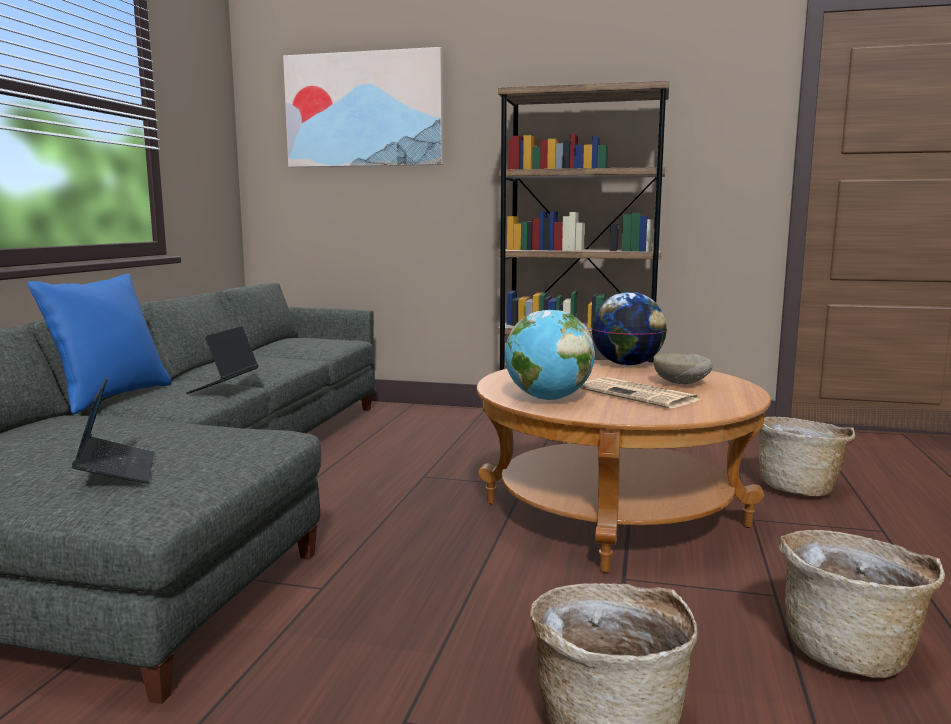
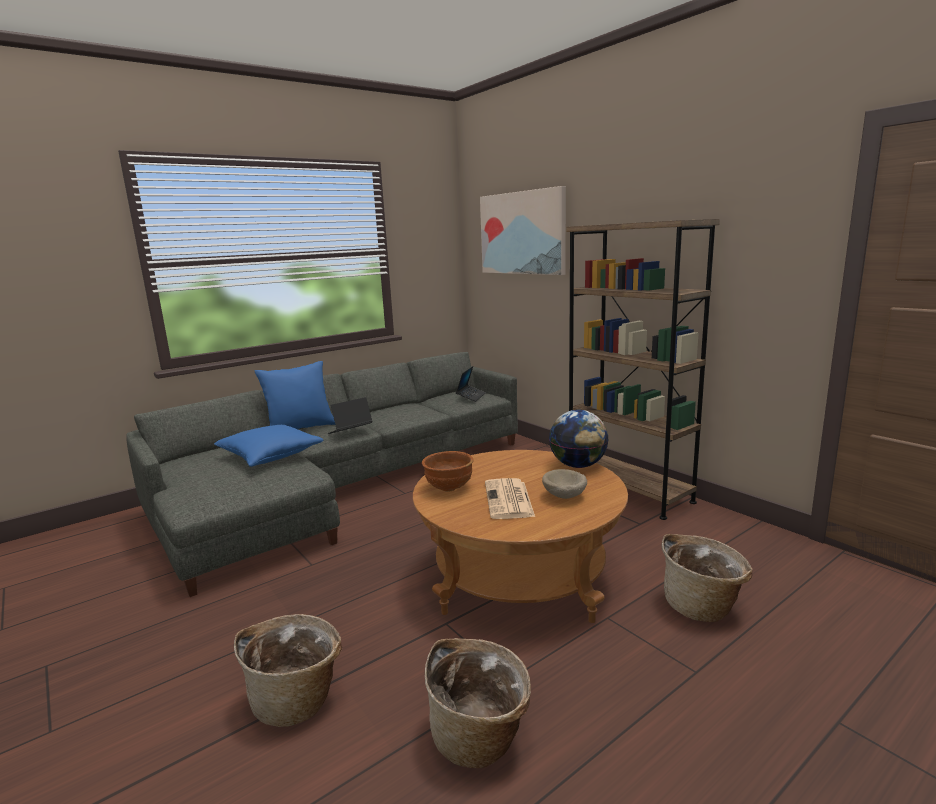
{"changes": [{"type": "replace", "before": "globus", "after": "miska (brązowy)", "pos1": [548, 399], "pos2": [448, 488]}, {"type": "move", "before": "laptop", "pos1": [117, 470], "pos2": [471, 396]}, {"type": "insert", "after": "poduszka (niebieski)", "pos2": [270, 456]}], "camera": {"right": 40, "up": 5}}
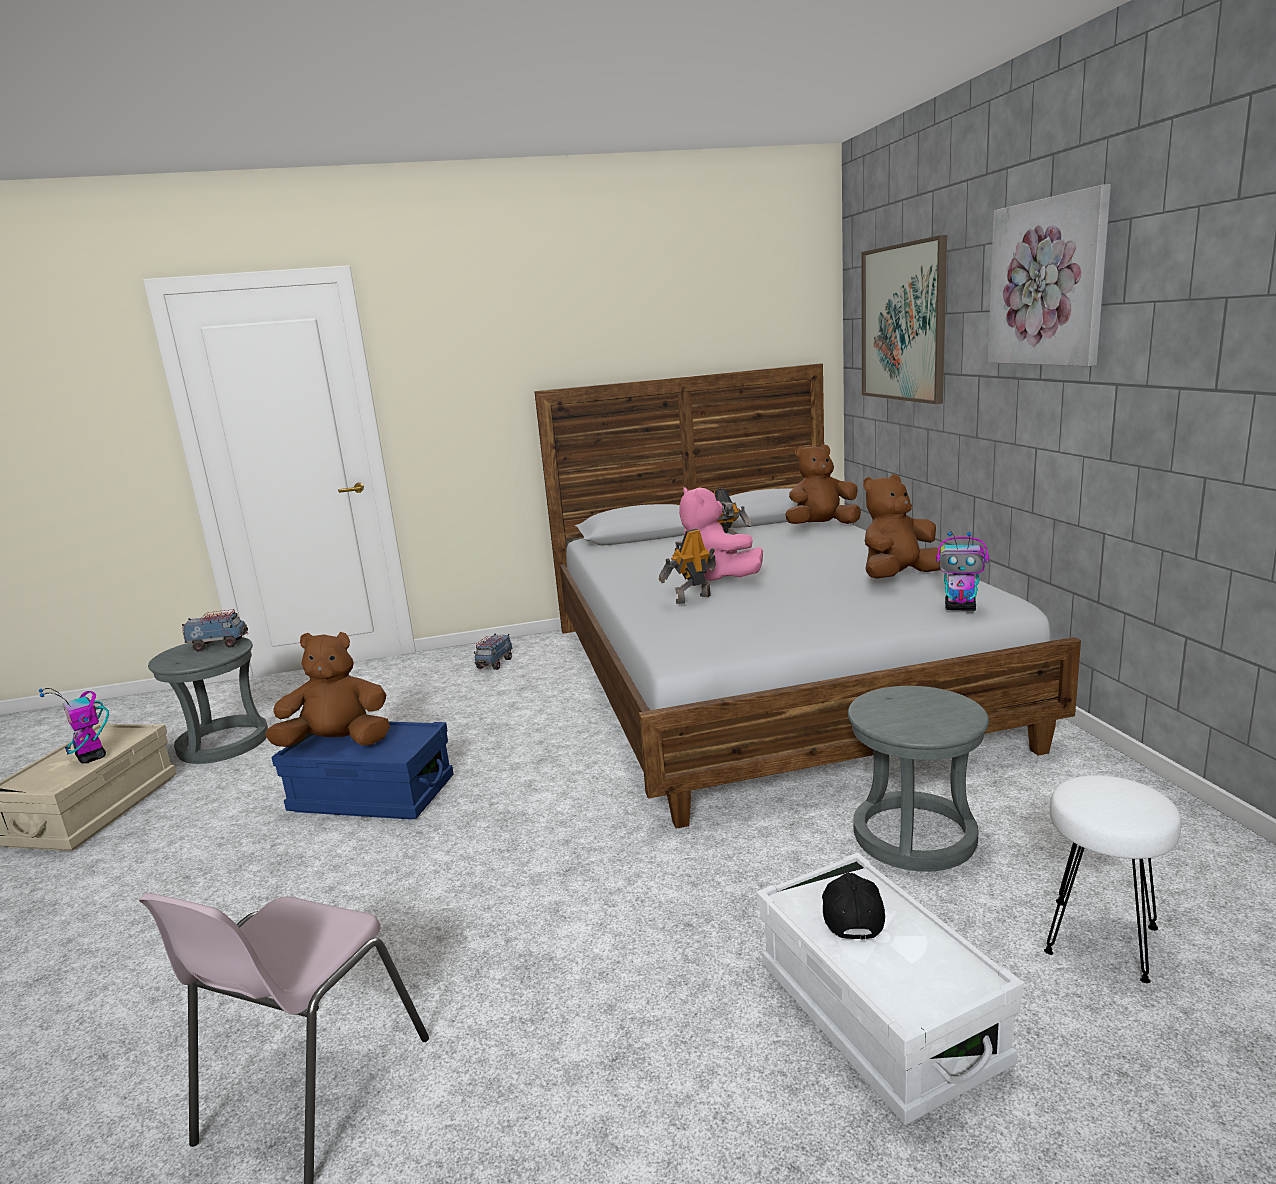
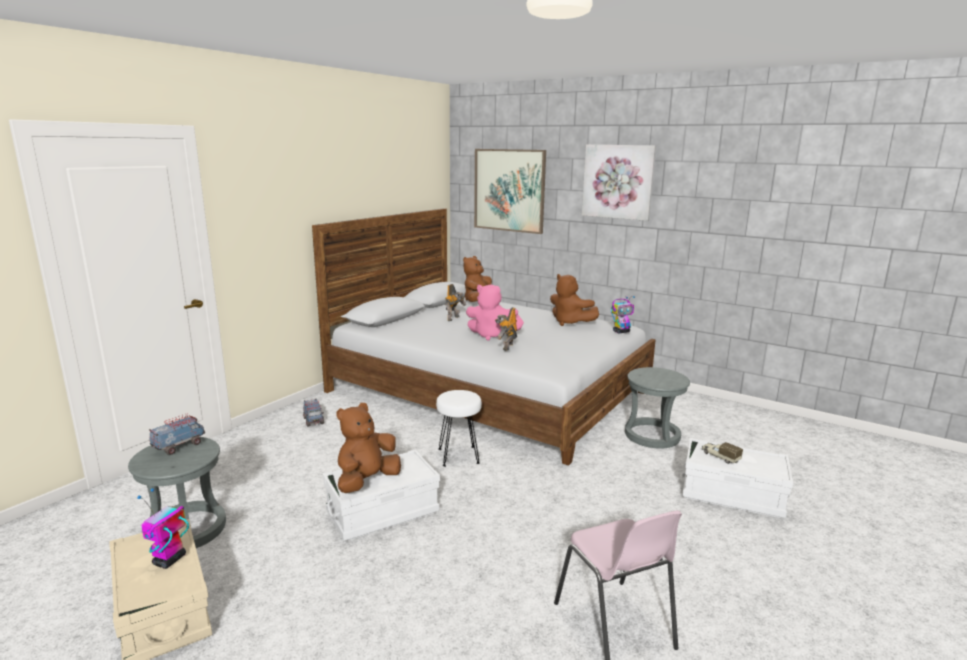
{"changes": [{"type": "rotate", "before": "pluszak (brązowy)", "pos1": [898, 577], "pos2": [570, 322], "turn": -60}, {"type": "rotate", "before": "robot zabawkowy", "pos1": [92, 757], "pos2": [169, 560], "turn": 105}, {"type": "recolor", "before": "pojemnik do przechowywania (niebieski)", "after": "pojemnik do przechowywania (biały)", "pos1": [372, 795], "pos2": [382, 512]}, {"type": "move", "before": "stołek (biały)", "pos1": [1101, 938], "pos2": [458, 456]}, {"type": "replace", "before": "czapka z daszkiem (czarny)", "after": "ciężarówka zabawkowa", "pos1": [850, 914], "pos2": [720, 457]}], "camera": {"right": -45, "up": 0}}
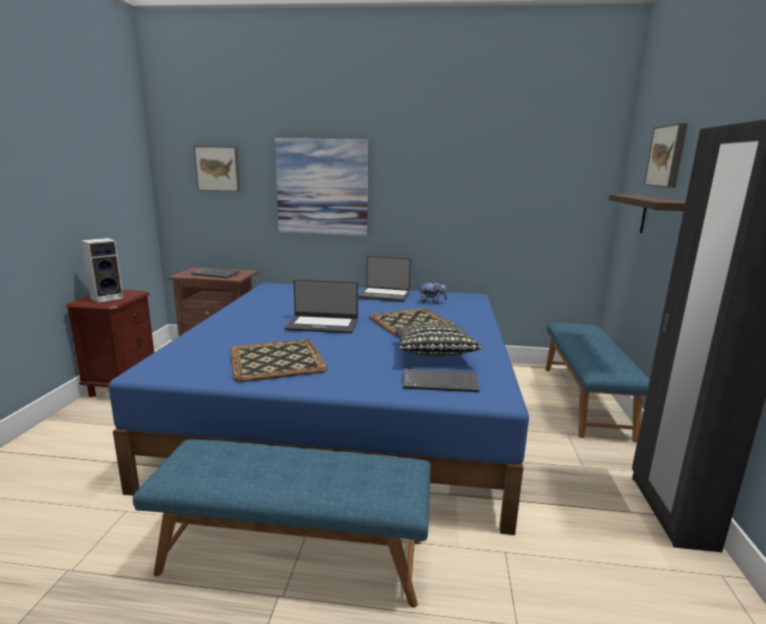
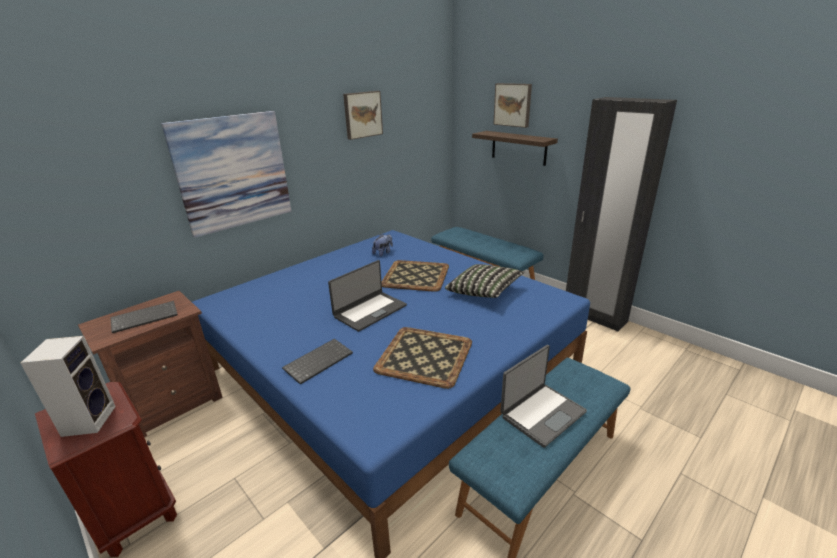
{"changes": [{"type": "move", "before": "obraz", "pos1": [218, 168], "pos2": [362, 114]}, {"type": "move", "before": "laptop", "pos1": [384, 295], "pos2": [541, 414]}, {"type": "move", "before": "klawiatura", "pos1": [440, 382], "pos2": [318, 361]}], "camera": {"right": -50, "up": 10}}
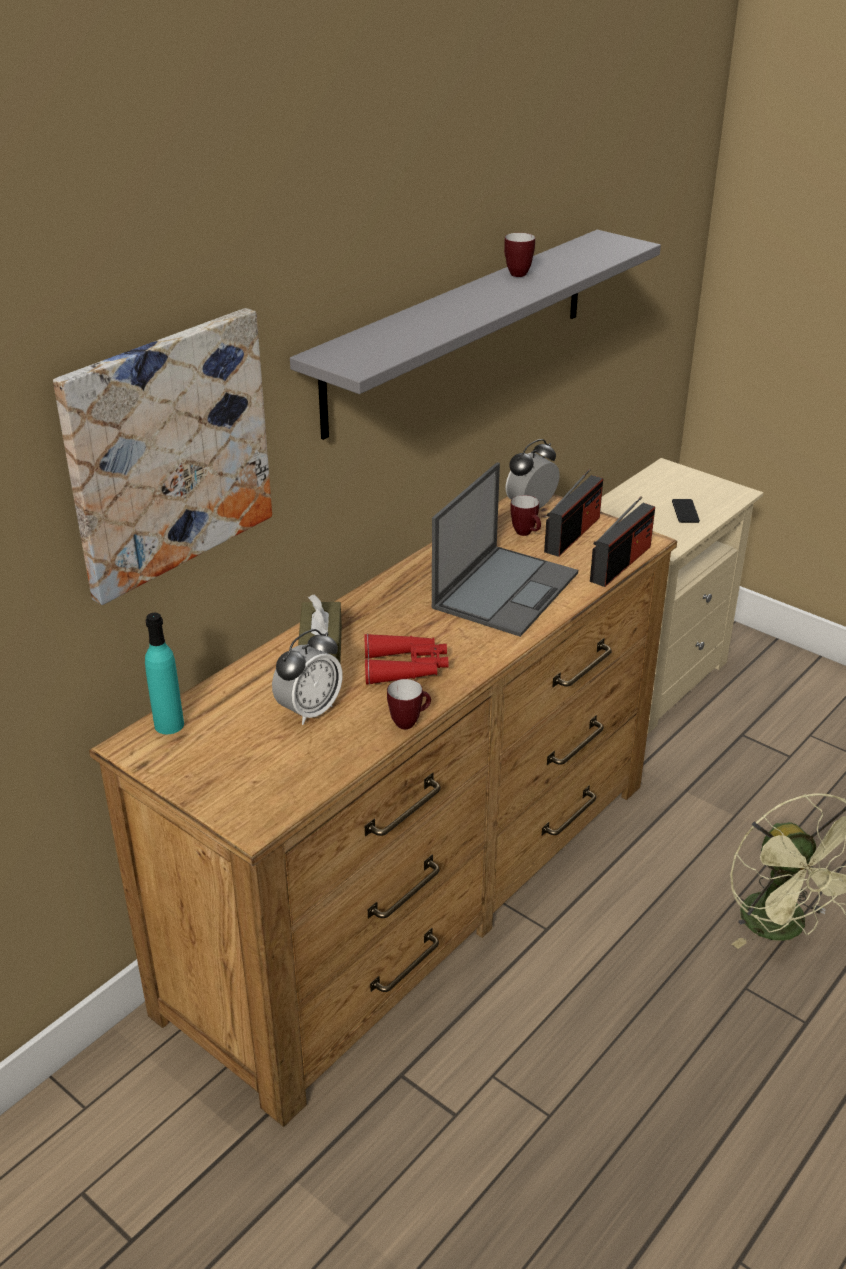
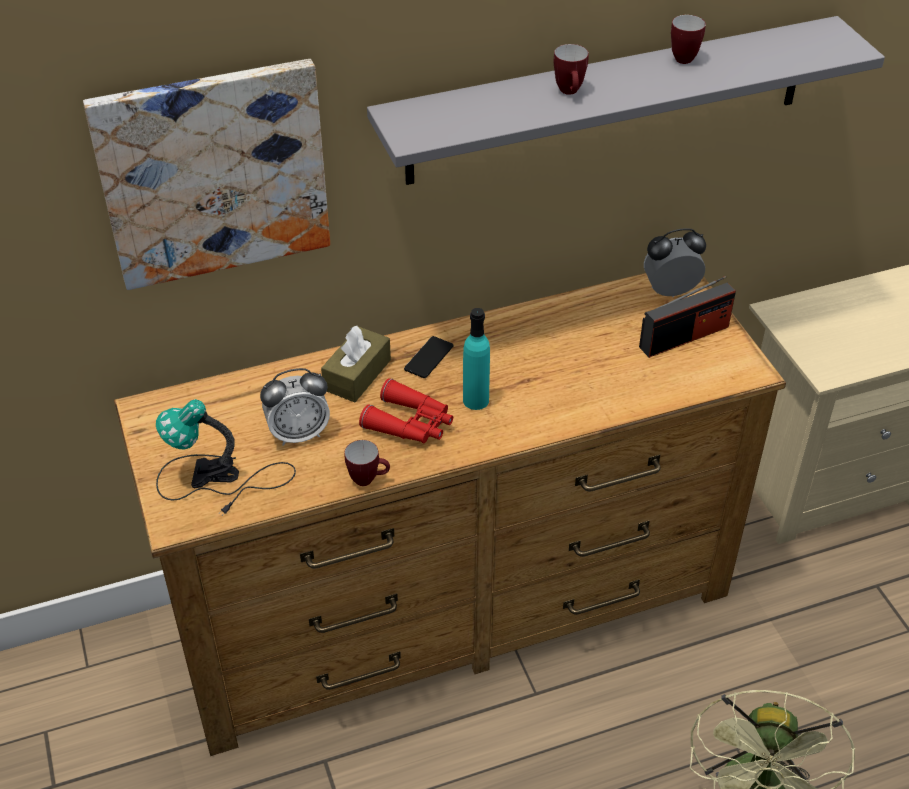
{"changes": [{"type": "delete", "before": "laptop", "pos1": [506, 589]}, {"type": "move", "before": "kubek", "pos1": [526, 534], "pos2": [570, 93]}, {"type": "delete", "before": "radio", "pos1": [621, 563]}, {"type": "move", "before": "telefon", "pos1": [685, 511], "pos2": [428, 358]}, {"type": "move", "before": "butelka (turkusowy)", "pos1": [169, 725], "pos2": [475, 400]}, {"type": "insert", "after": "lampa stołowa", "pos2": [220, 480]}], "camera": {"right": 30, "up": 10}}
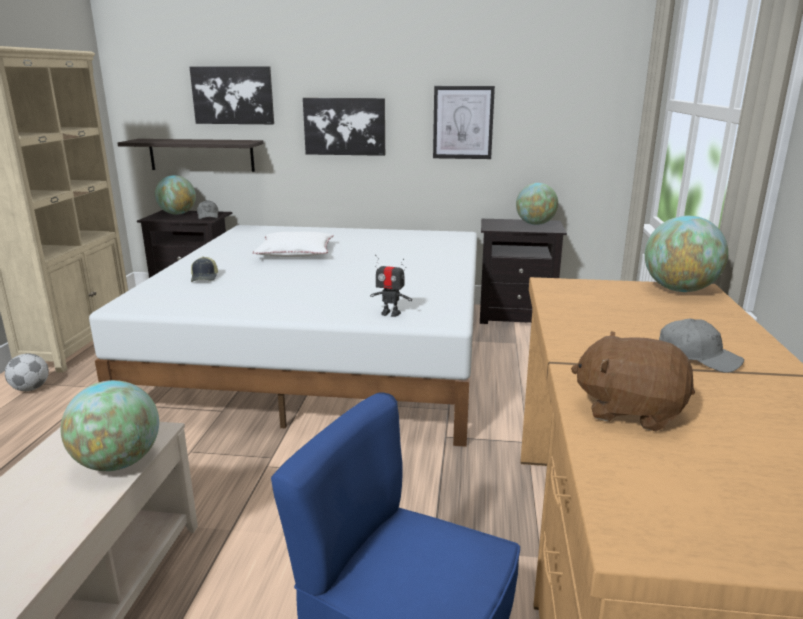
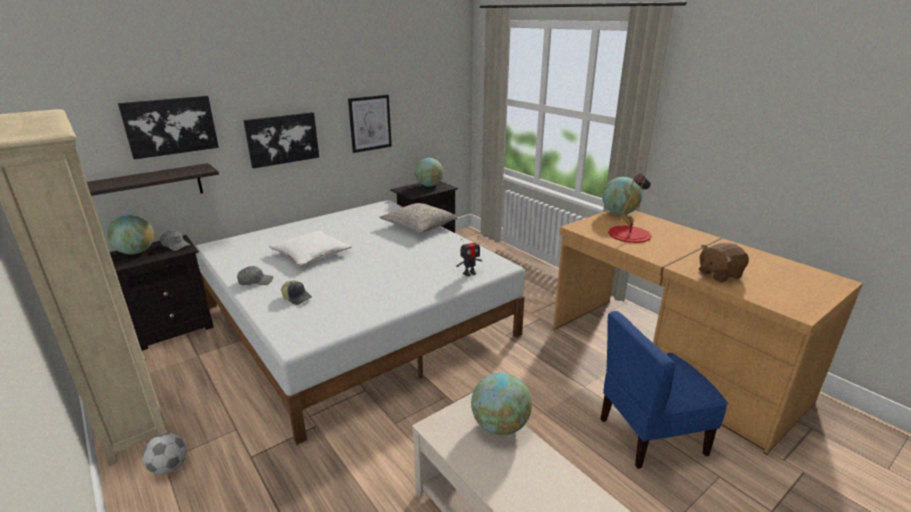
{"changes": [{"type": "move", "before": "czapka z daszkiem (szary)", "pos1": [697, 357], "pos2": [255, 281]}, {"type": "insert", "after": "lampa stołowa (czerwony)", "pos2": [629, 234]}, {"type": "insert", "after": "poduszka (szary)", "pos2": [418, 226]}], "camera": {"right": -45, "up": 5}}
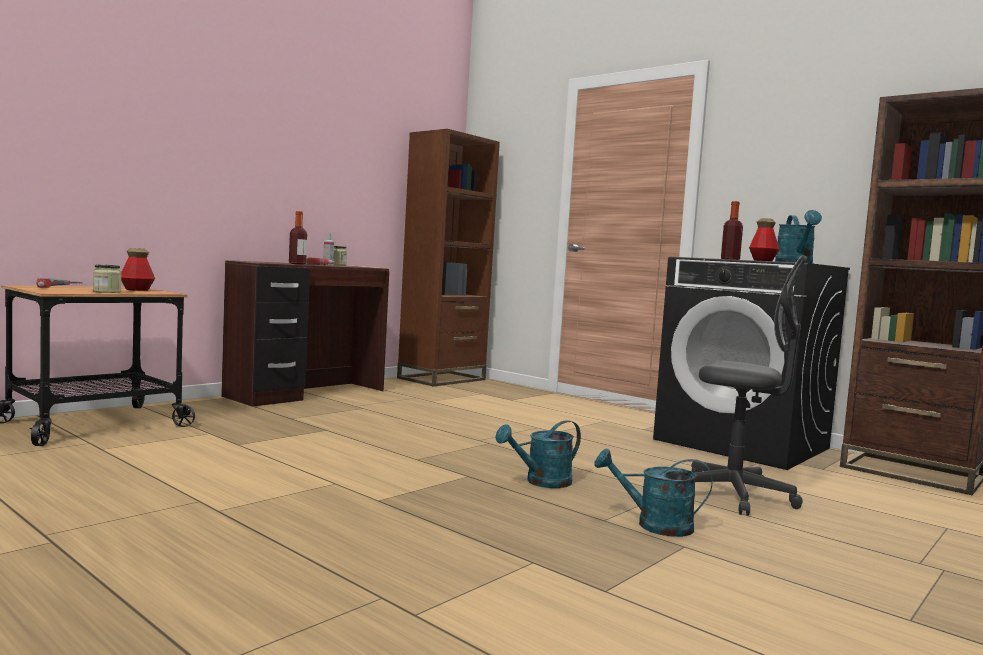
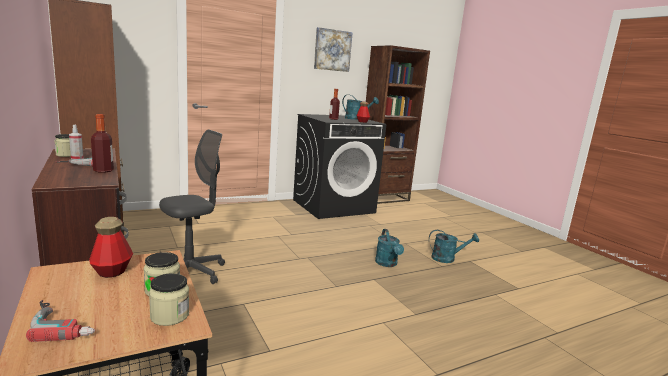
{"changes": [{"type": "move", "before": "krzesło biurowe (szary)", "pos1": [735, 496], "pos2": [191, 272]}, {"type": "rotate", "before": "konewka (turkusowy)", "pos1": [654, 525], "pos2": [447, 258], "turn": -120}, {"type": "insert", "after": "obraz", "pos2": [332, 50]}, {"type": "insert", "after": "słoik", "pos2": [169, 315]}], "camera": {"right": -70, "up": 10}}
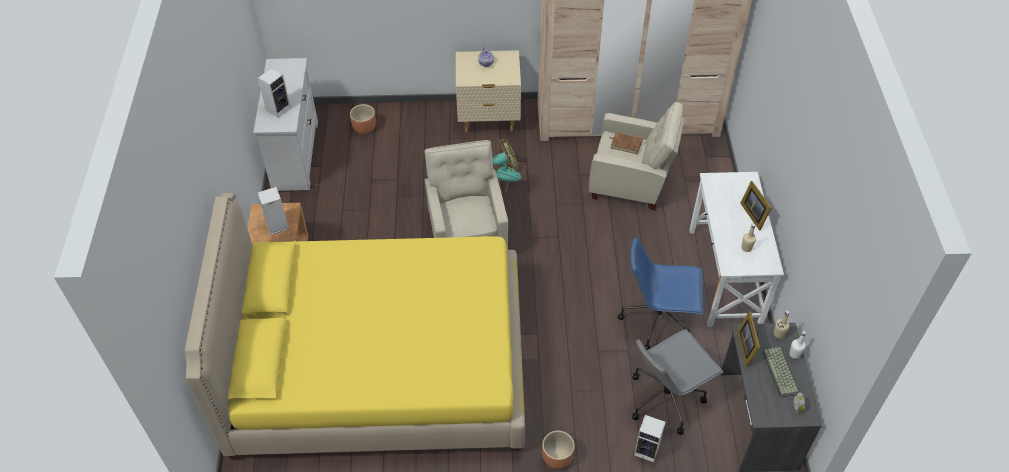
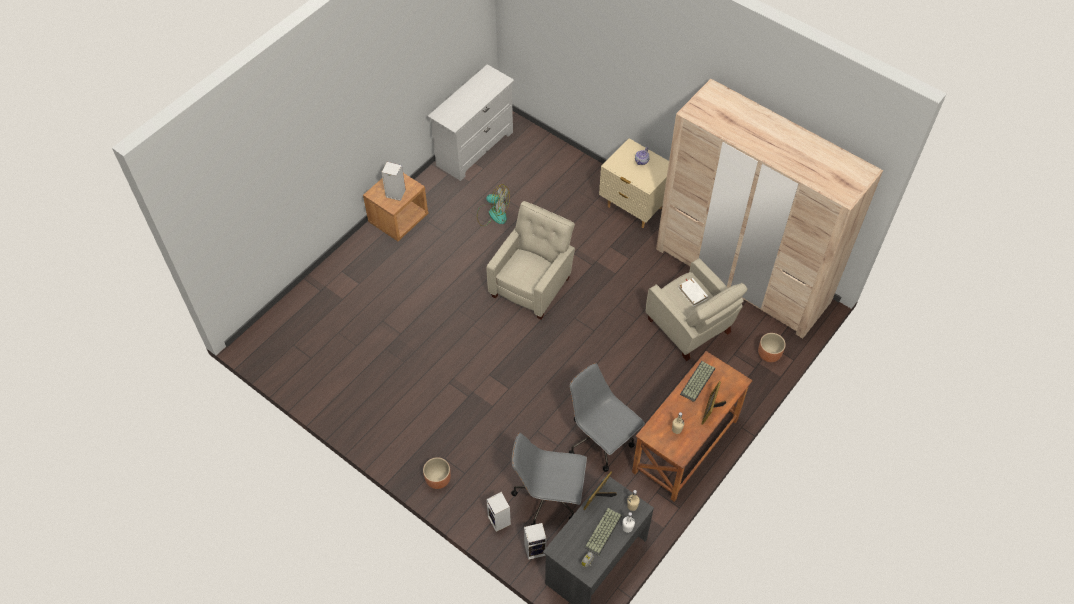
{"changes": [{"type": "move", "before": "głośnik", "pos1": [278, 108], "pos2": [536, 549]}, {"type": "move", "before": "donica (brązowy)", "pos1": [364, 128], "pos2": [769, 355]}, {"type": "recolor", "before": "książka (brązowy)", "after": "książka (biały)", "pos1": [626, 144], "pos2": [693, 293]}, {"type": "move", "before": "wentylator", "pos1": [502, 176], "pos2": [493, 214]}, {"type": "recolor", "before": "biurko (biały)", "after": "biurko (brązowy)", "pos1": [725, 276], "pos2": [685, 446]}, {"type": "delete", "before": "łóżko (żółty)", "pos1": [380, 367]}, {"type": "recolor", "before": "krzesło biurowe (niebieski)", "after": "krzesło biurowe (szary)", "pos1": [658, 320], "pos2": [601, 441]}, {"type": "insert", "after": "klawiatura", "pos2": [698, 382]}], "camera": {"right": 40, "up": 5}}
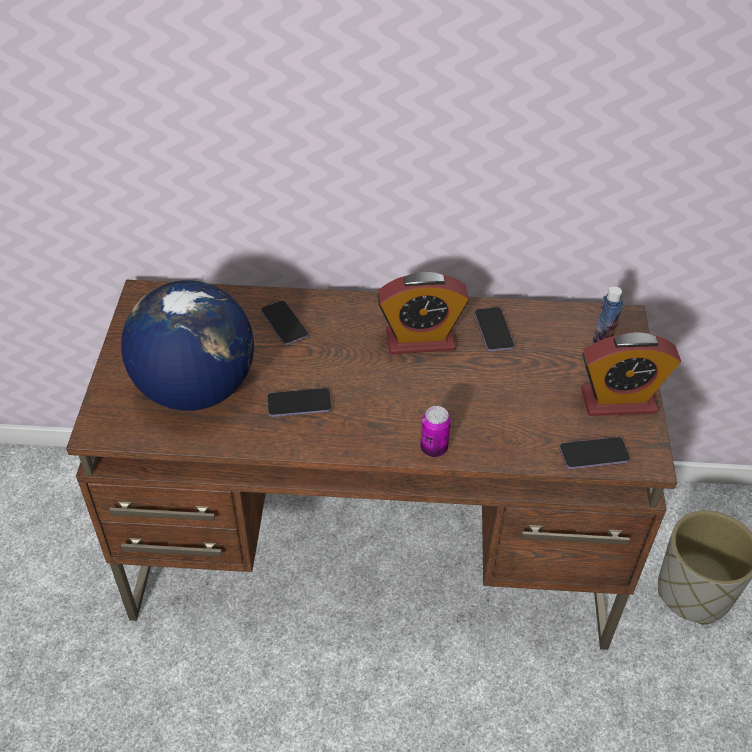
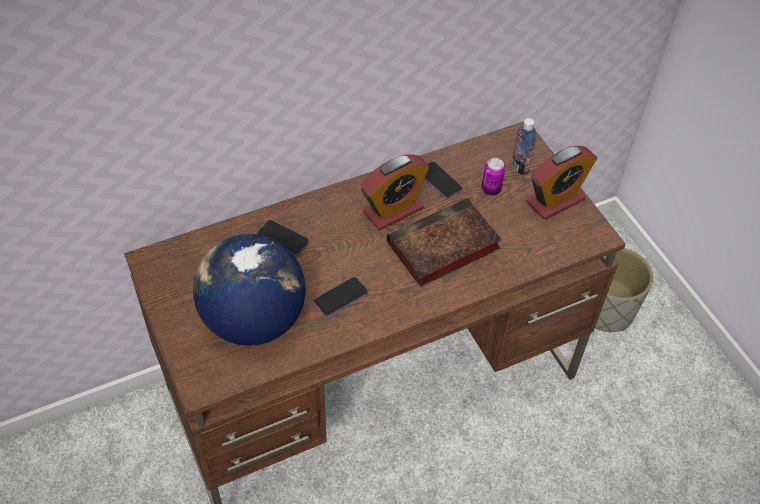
{"changes": [{"type": "move", "before": "puszka", "pos1": [433, 448], "pos2": [491, 189]}, {"type": "delete", "before": "telefon", "pos1": [594, 454]}, {"type": "insert", "after": "książka", "pos2": [441, 247]}], "camera": {"right": -30, "up": 5}}
